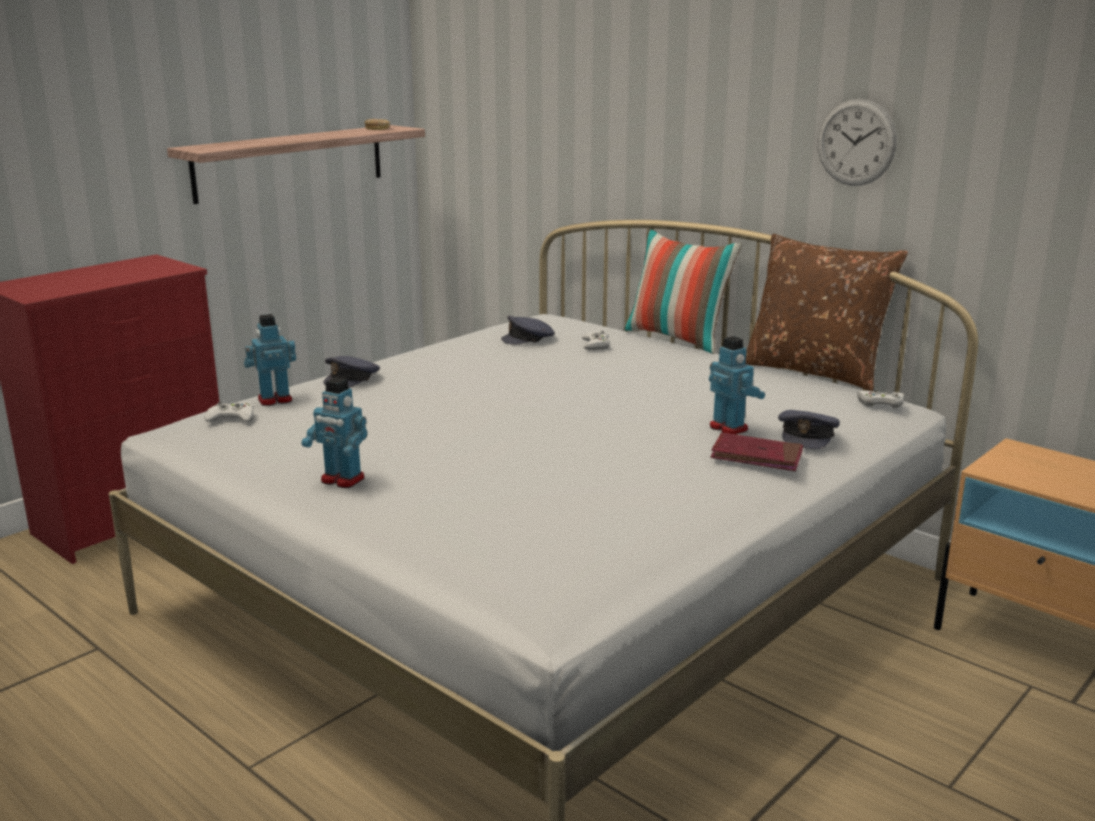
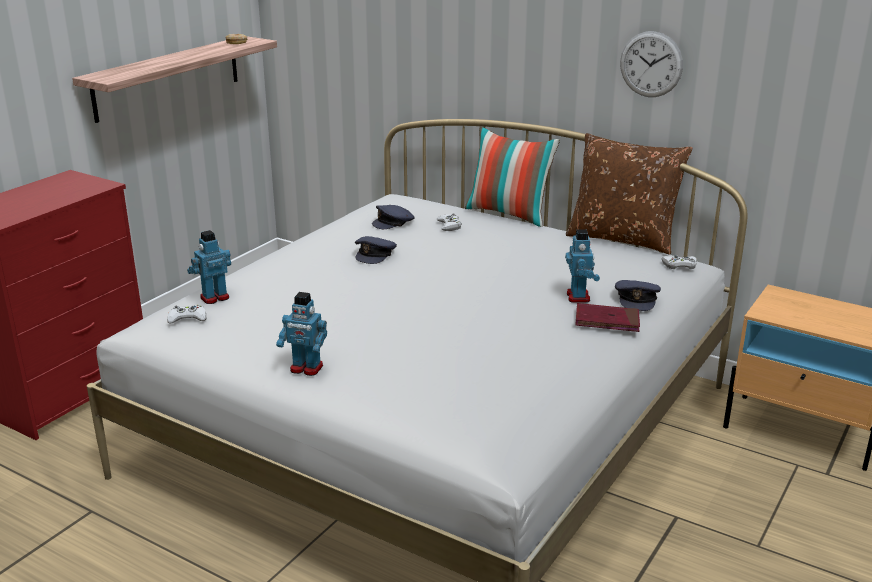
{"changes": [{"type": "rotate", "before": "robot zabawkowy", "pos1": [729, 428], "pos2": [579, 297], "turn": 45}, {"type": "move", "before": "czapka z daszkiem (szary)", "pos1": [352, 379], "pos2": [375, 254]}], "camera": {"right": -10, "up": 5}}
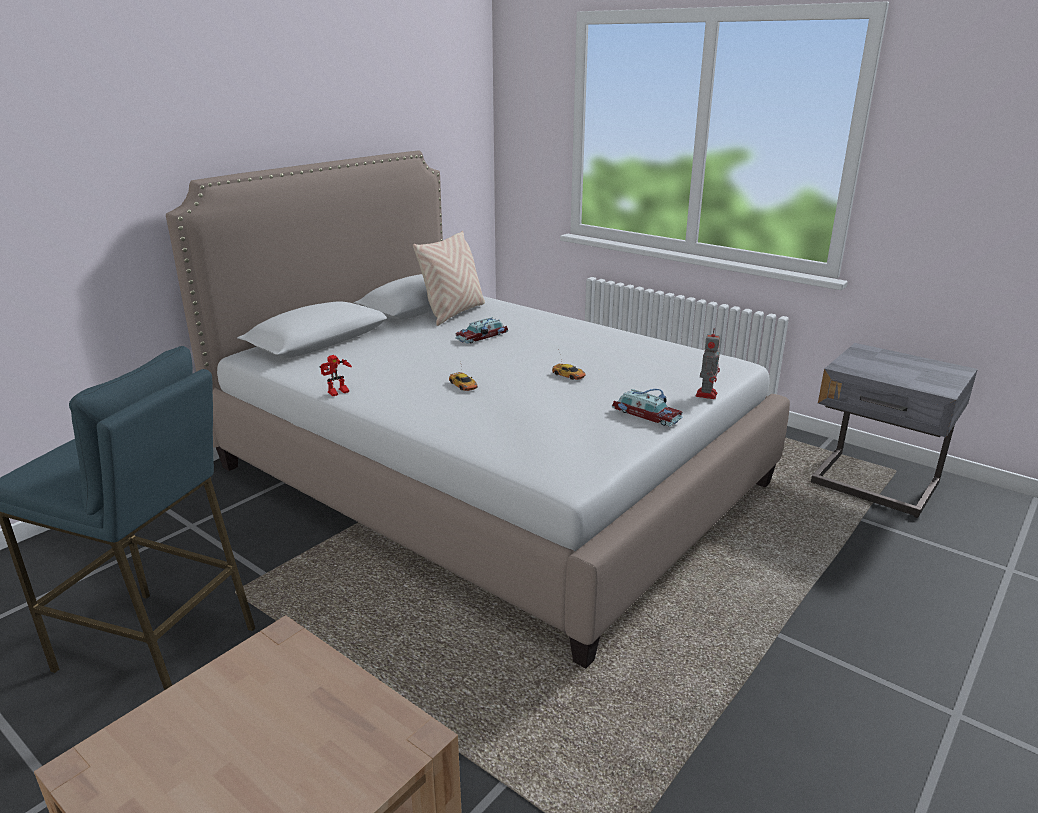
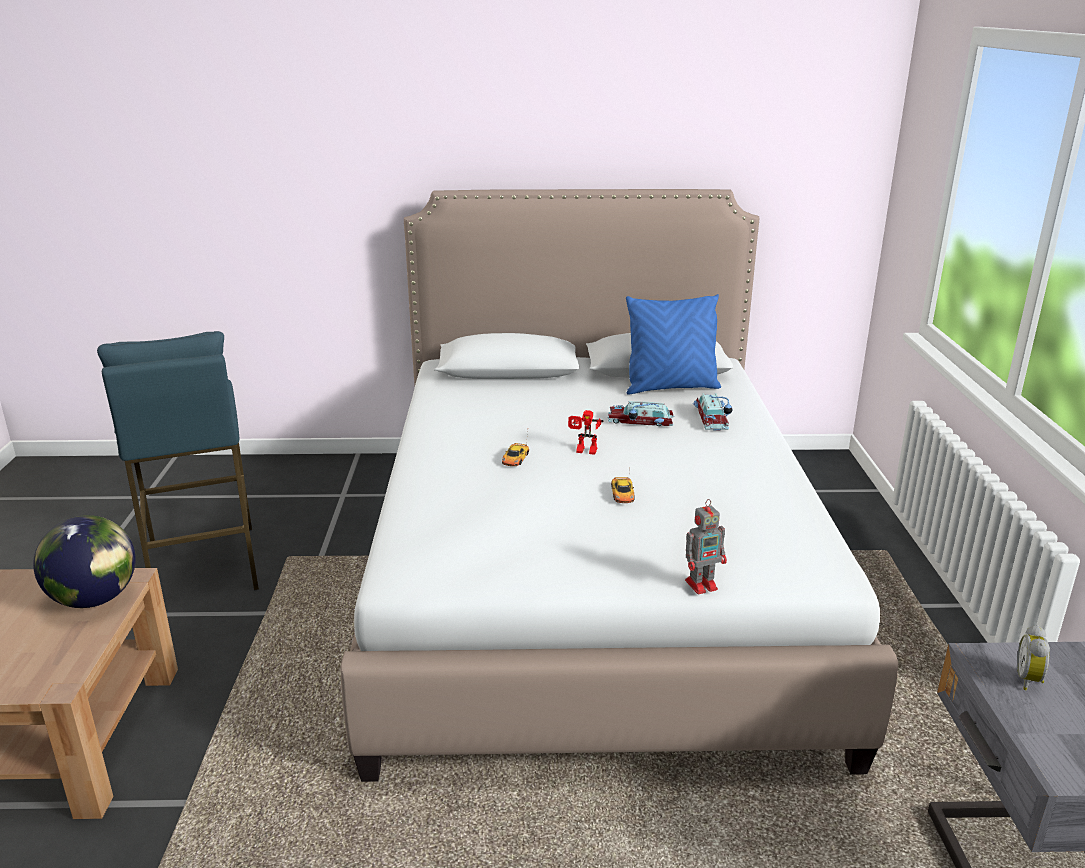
{"changes": [{"type": "recolor", "before": "poduszka (beżowy)", "after": "poduszka (niebieski)", "pos1": [453, 313], "pos2": [670, 387]}, {"type": "move", "before": "robot zabawkowy", "pos1": [338, 393], "pos2": [584, 451]}, {"type": "move", "before": "samochodzik", "pos1": [646, 414], "pos2": [712, 417]}, {"type": "insert", "after": "globus", "pos2": [95, 599]}, {"type": "insert", "after": "budzik", "pos2": [1029, 680]}], "camera": {"right": 50, "up": 0}}
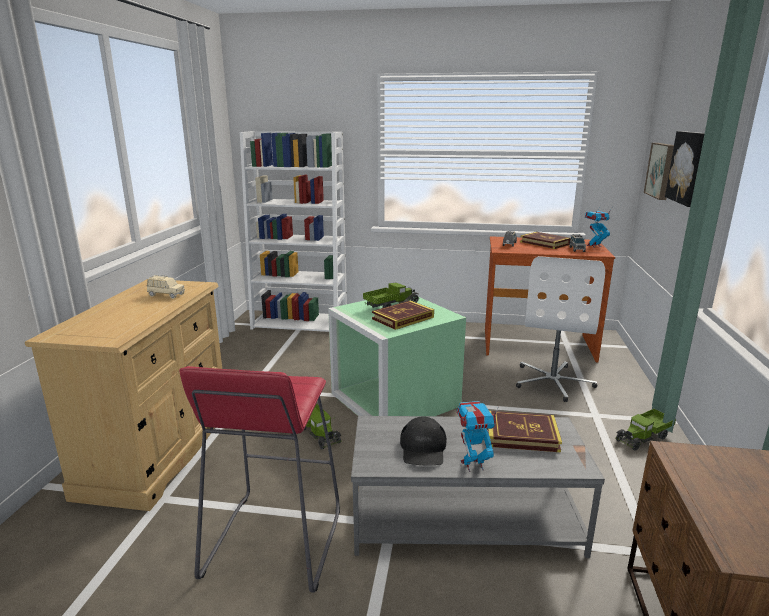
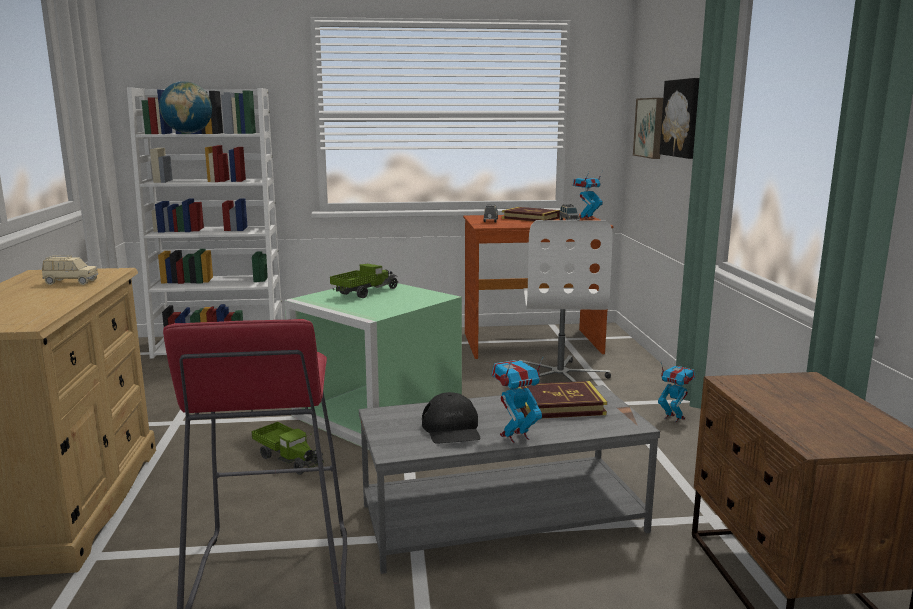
{"changes": [{"type": "delete", "before": "książka", "pos1": [403, 318]}, {"type": "replace", "before": "ciężarówka zabawkowa", "after": "robot zabawkowy", "pos1": [643, 437], "pos2": [673, 418]}, {"type": "insert", "after": "globus", "pos2": [188, 133]}], "camera": {"right": -15, "up": -5}}
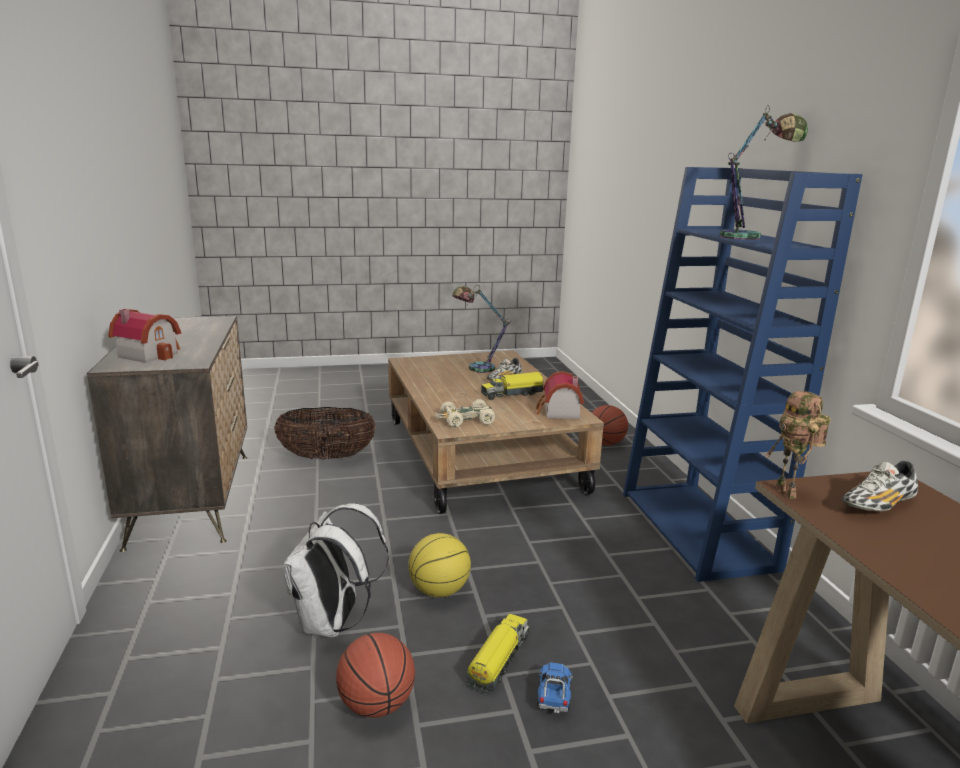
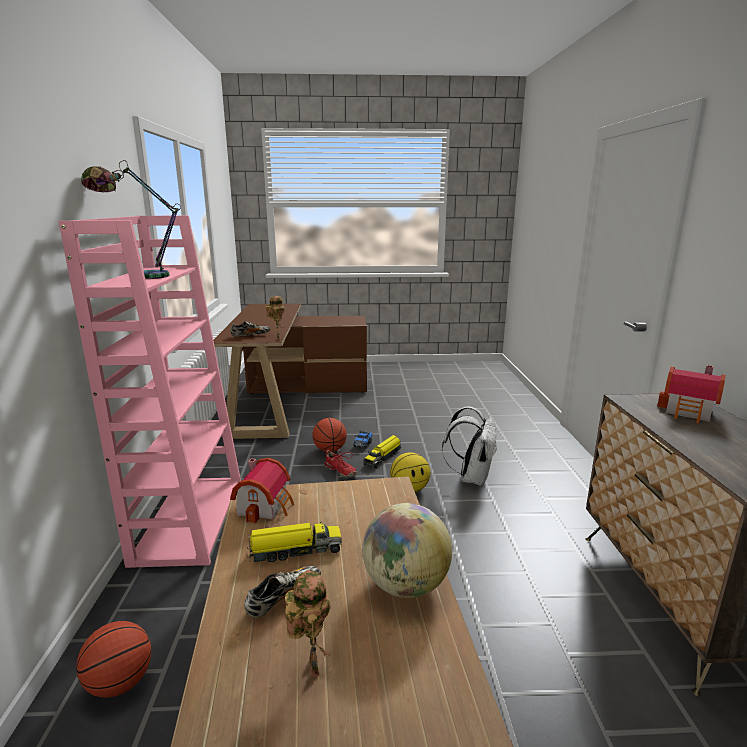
{"changes": [{"type": "recolor", "before": "regał (niebieski)", "after": "regał (różowy)", "pos1": [698, 530], "pos2": [189, 518]}, {"type": "replace", "before": "lampa stołowa", "after": "robot zabawkowy", "pos1": [476, 366], "pos2": [311, 666]}, {"type": "delete", "before": "samochodzik (beżowy)", "pos1": [466, 420]}, {"type": "delete", "before": "koszyk", "pos1": [327, 457]}, {"type": "move", "before": "piłka do koszykówki", "pos1": [377, 705], "pos2": [329, 450]}, {"type": "insert", "after": "but (czerwony)", "pos2": [340, 471]}, {"type": "insert", "after": "globus", "pos2": [405, 585]}], "camera": {"right": -170, "up": 0}}
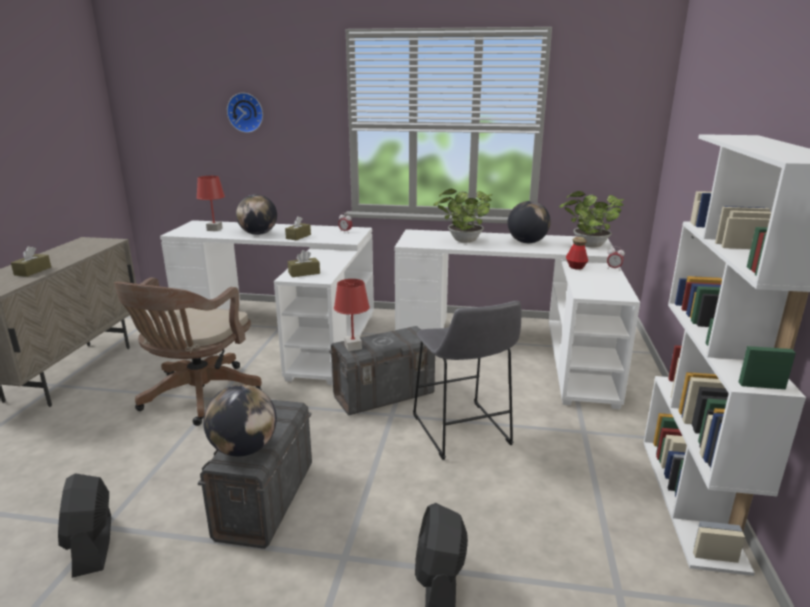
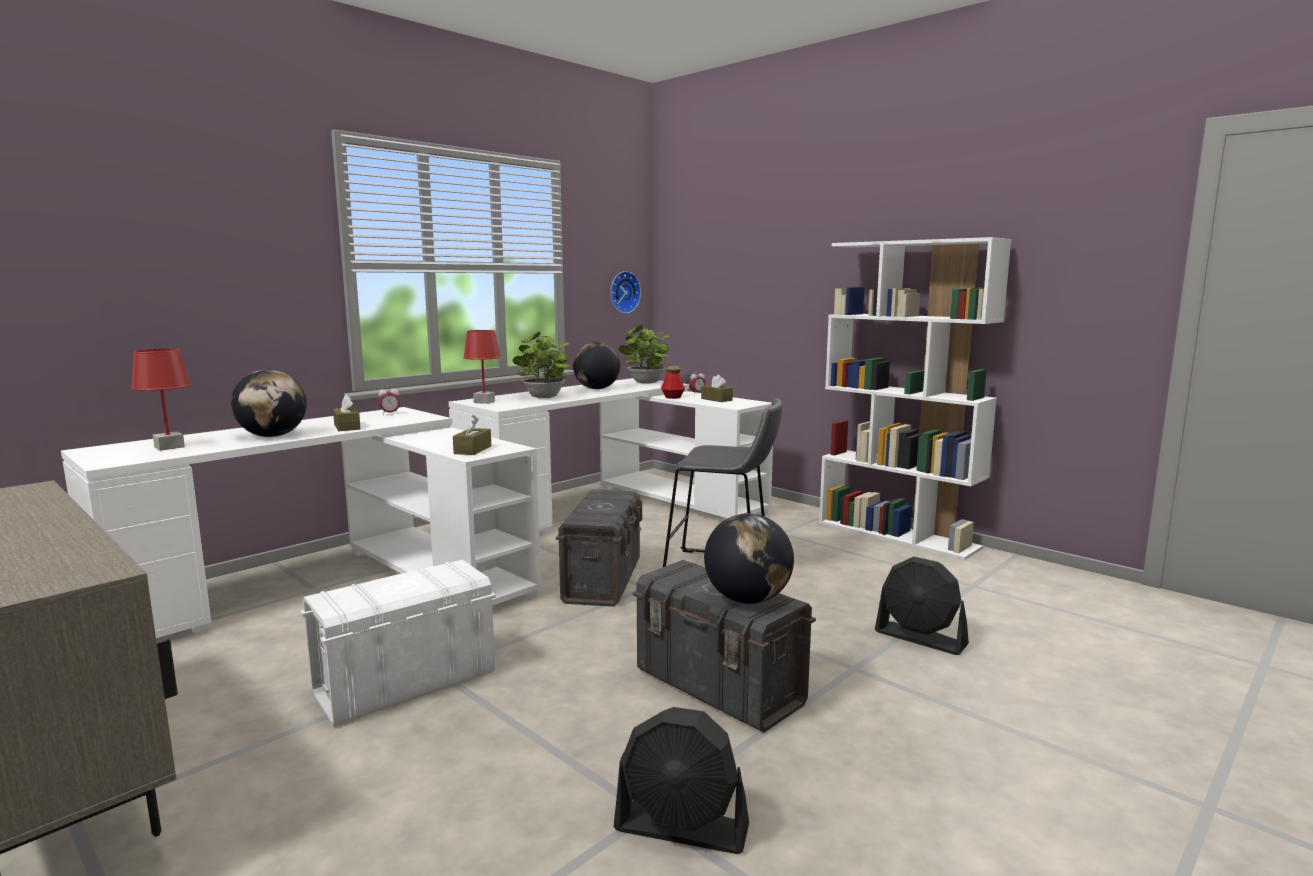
{"changes": [{"type": "move", "before": "zegar ścienny", "pos1": [246, 112], "pos2": [623, 292]}, {"type": "move", "before": "pudełko chusteczek (brązowy)", "pos1": [33, 271], "pos2": [716, 399]}, {"type": "replace", "before": "krzesło biurowe (brązowy)", "after": "pojemnik do przechowywania (biały)", "pos1": [197, 397], "pos2": [405, 684]}, {"type": "move", "before": "lampa stołowa (czerwony)", "pos1": [352, 347], "pos2": [484, 402]}], "camera": {"right": -55, "up": -10}}
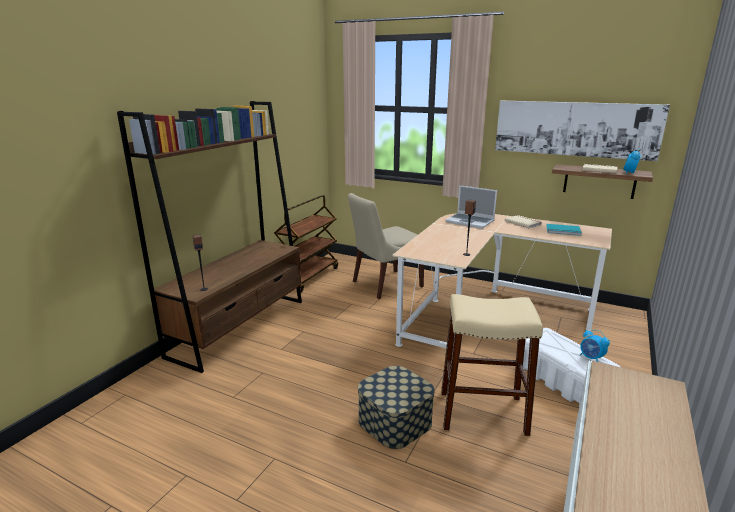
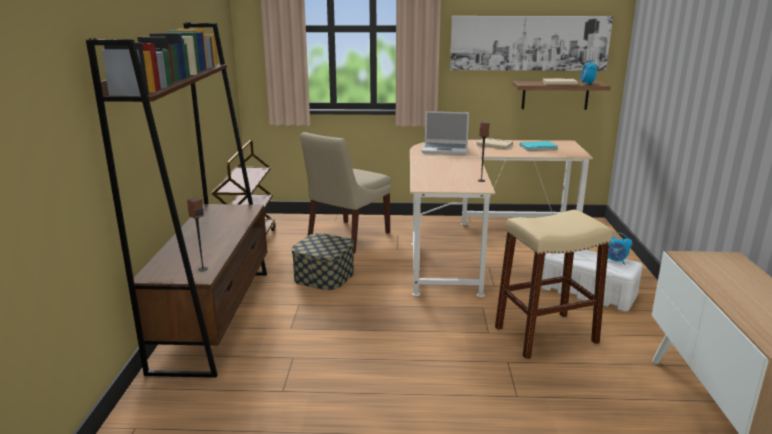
{"changes": [{"type": "move", "before": "pojemnik do przechowywania", "pos1": [395, 421], "pos2": [324, 276]}], "camera": {"right": -25, "up": 0}}
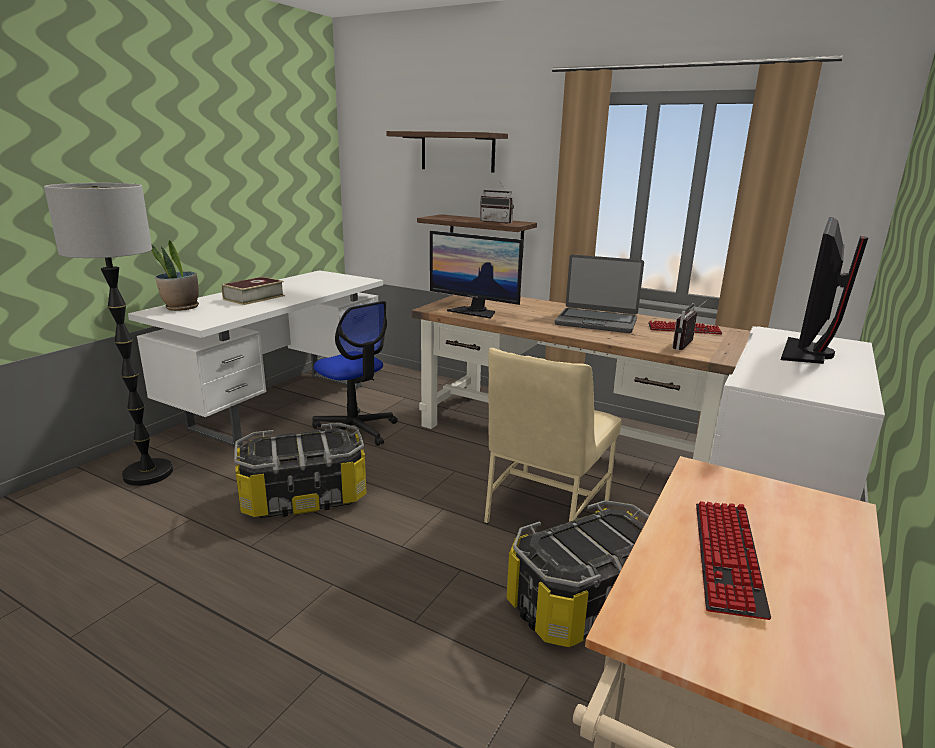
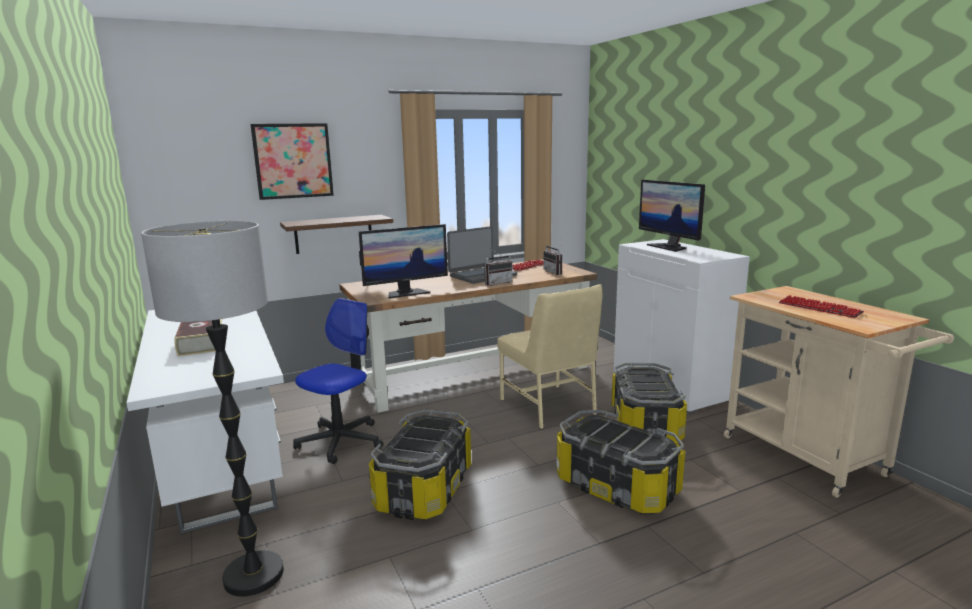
{"changes": [{"type": "replace", "before": "półka", "after": "obraz", "pos1": [457, 152], "pos2": [293, 161]}, {"type": "move", "before": "radio", "pos1": [498, 222], "pos2": [497, 283]}, {"type": "delete", "before": "roślina doniczkowa", "pos1": [181, 308]}, {"type": "rotate", "before": "krzesło biurowe", "pos1": [354, 431], "pos2": [341, 441], "turn": -45}, {"type": "insert", "after": "pojemnik do przechowywania", "pos2": [617, 486]}], "camera": {"right": -55, "up": -5}}
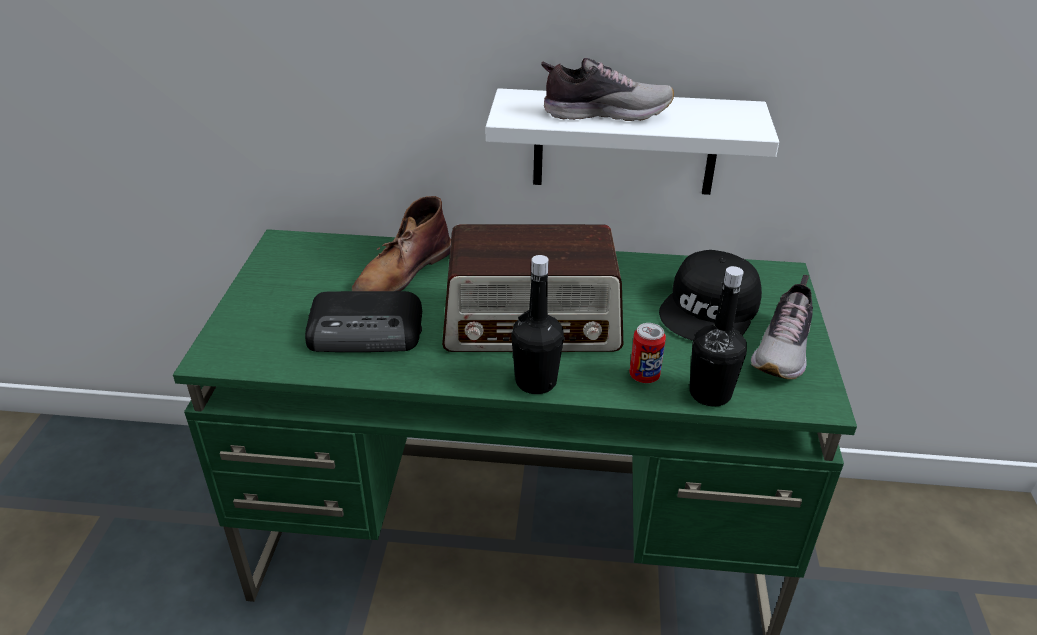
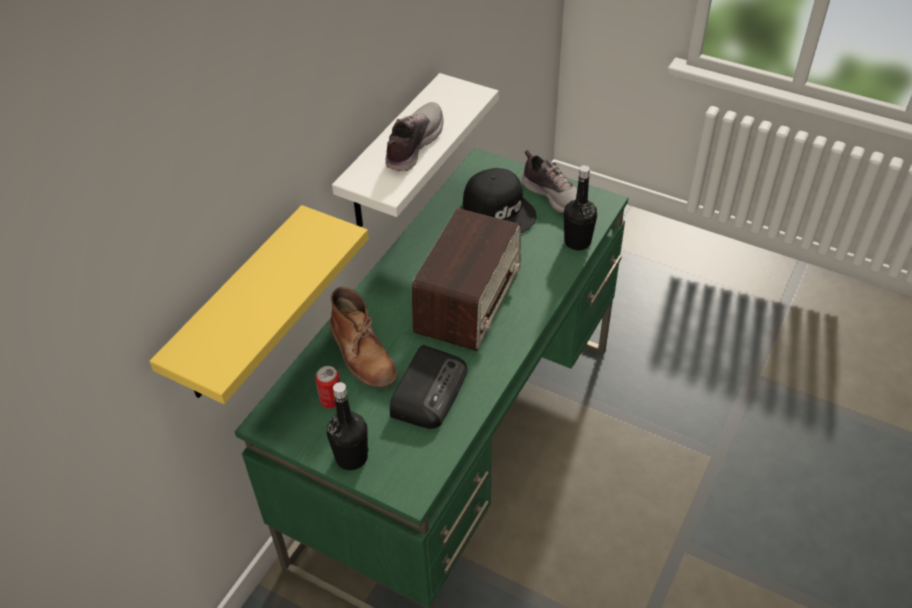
{"changes": [{"type": "move", "before": "butelka (czarny)", "pos1": [536, 381], "pos2": [351, 457]}, {"type": "move", "before": "puszka", "pos1": [644, 376], "pos2": [331, 400]}, {"type": "insert", "after": "półka (żółty)", "pos2": [239, 309]}], "camera": {"right": -65, "up": 10}}
